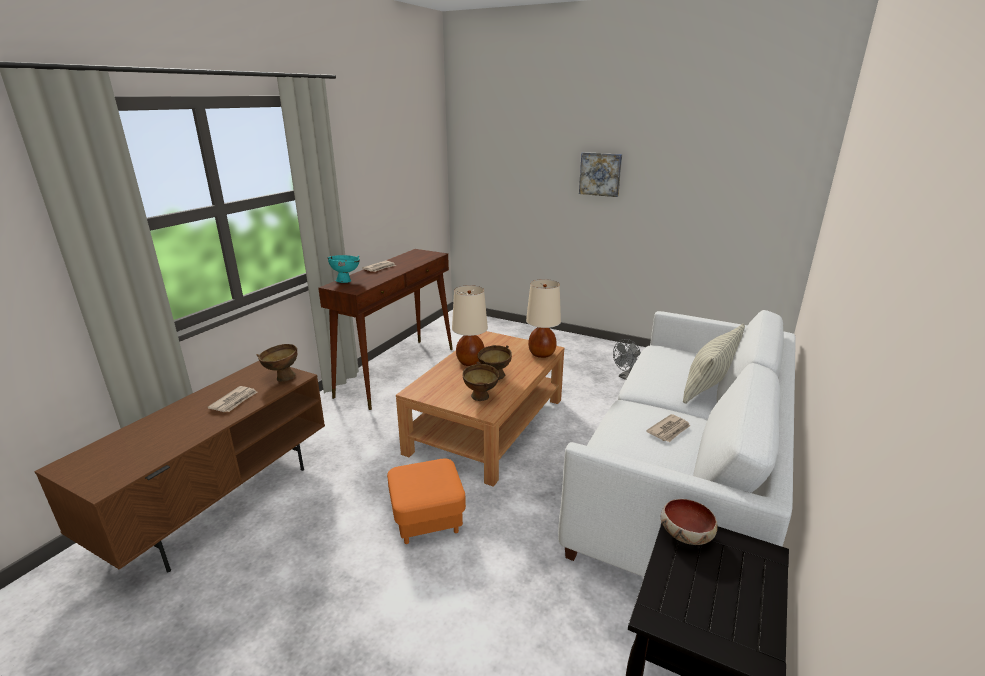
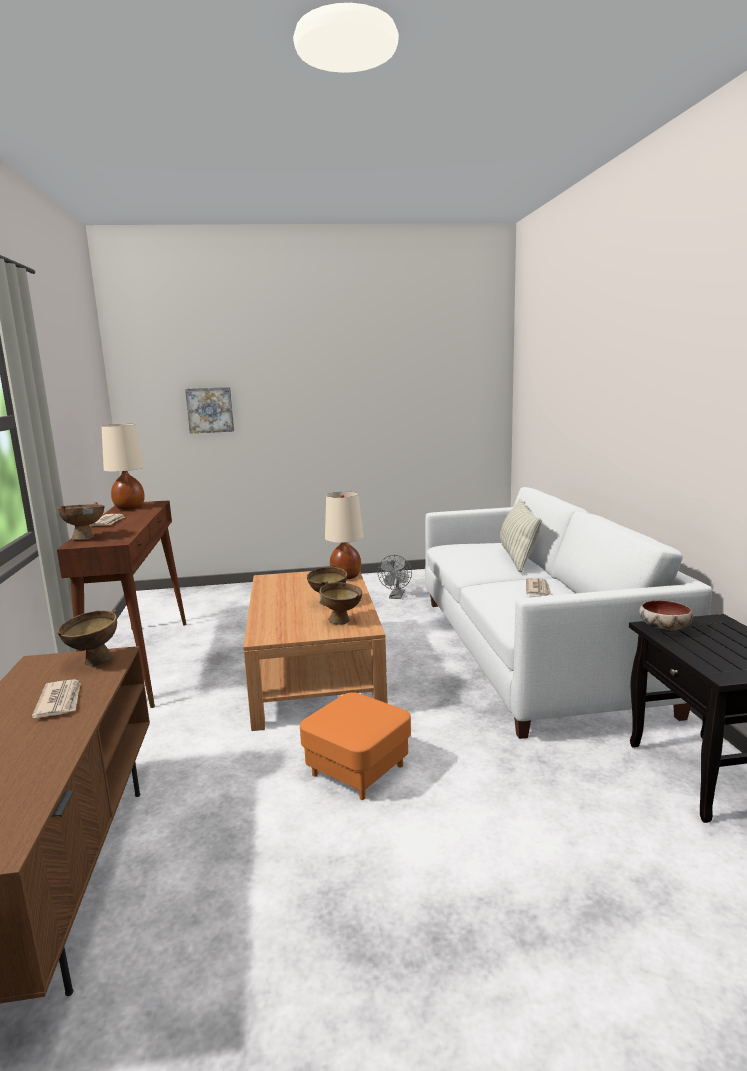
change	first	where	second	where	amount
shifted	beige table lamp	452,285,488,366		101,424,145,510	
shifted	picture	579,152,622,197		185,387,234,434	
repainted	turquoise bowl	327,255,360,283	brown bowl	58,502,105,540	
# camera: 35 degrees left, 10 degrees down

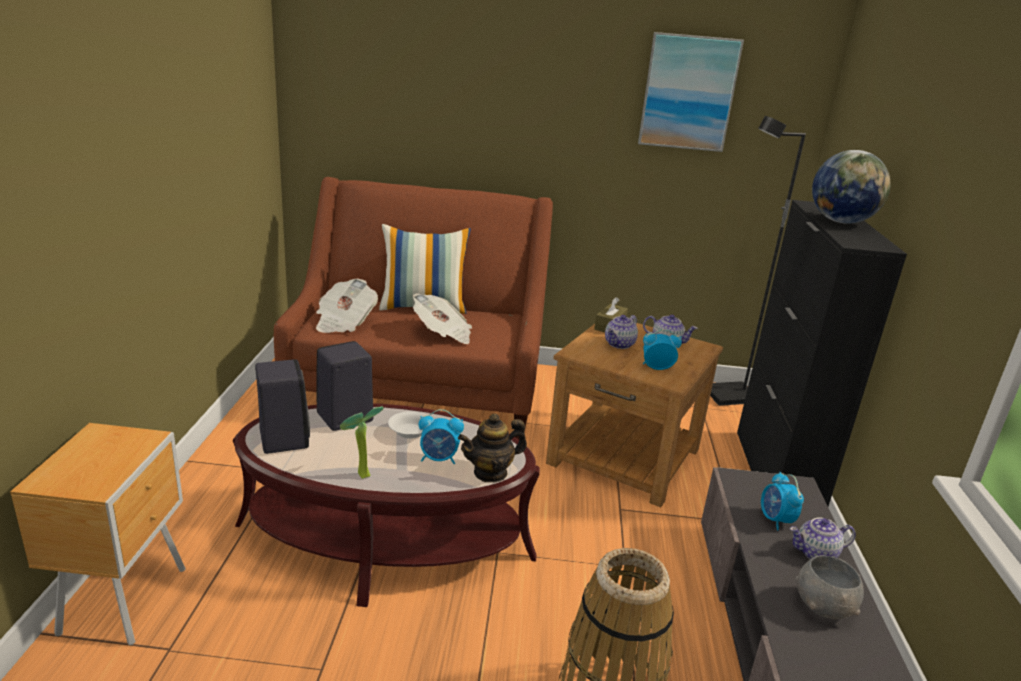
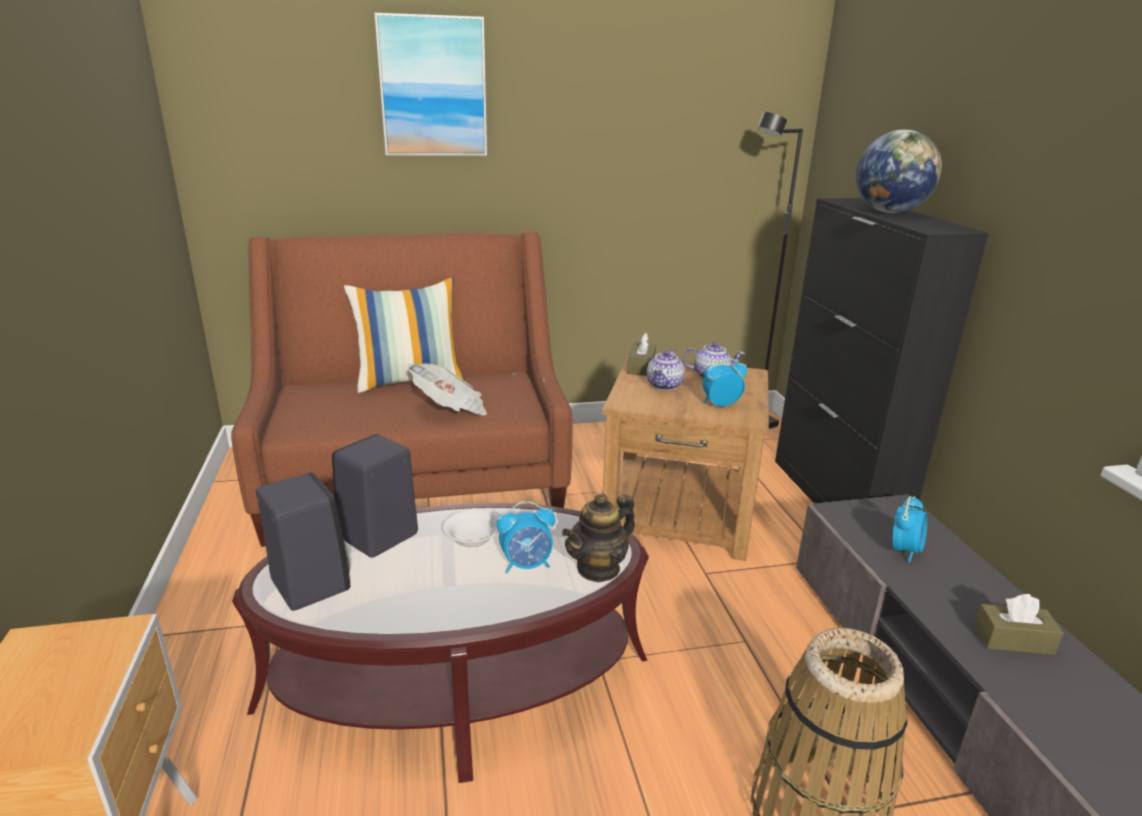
change	first	where	second	where	amount
gone	newspaper	316,279,378,333			
gone	potted plant	340,406,384,479			
gone	teapot	790,518,856,559			
shifted	picture	638,32,744,152		374,13,487,156	
swapped	grey bowl	795,555,864,620	brown tissue box	974,594,1063,655	
rotated	alarm clock	761,472,804,531		893,496,927,563	120 degrees counterclockwise
# camera: 15 degrees left, 0 degrees up

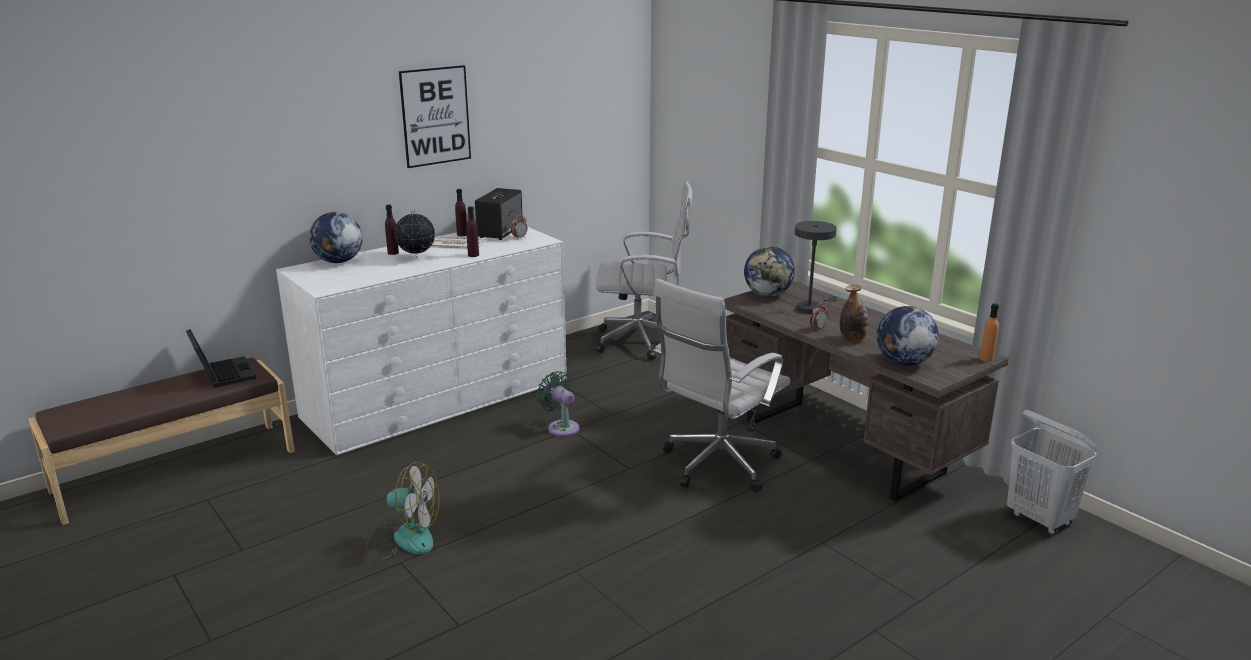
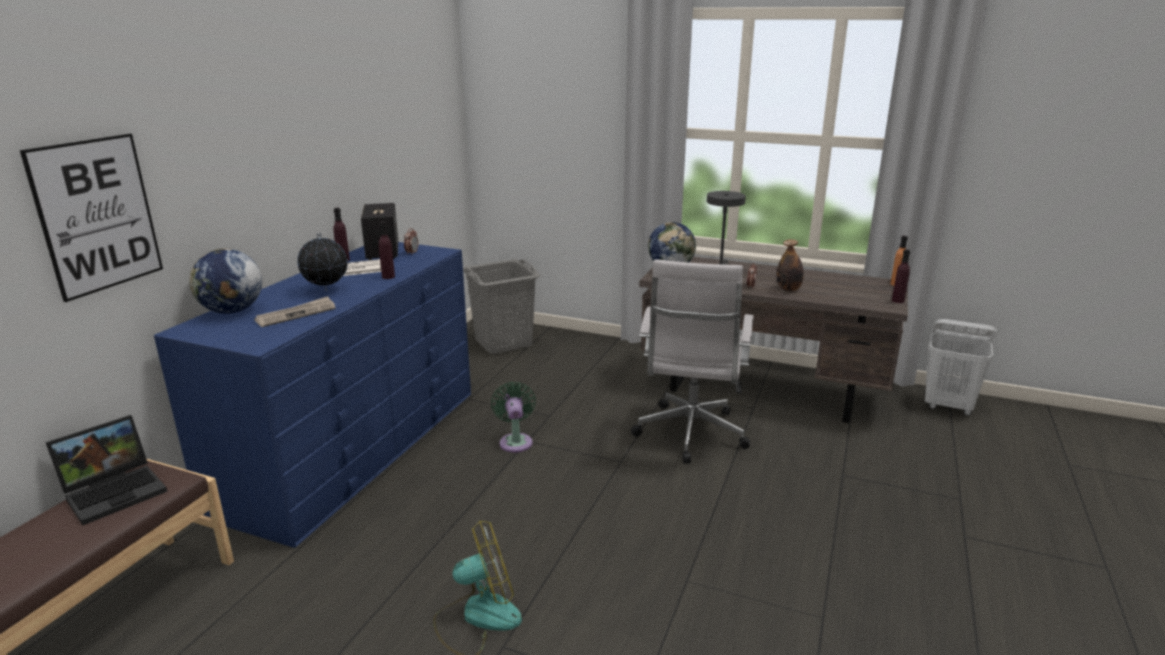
change	first	where	second	where	amount
gone	globe	876,306,939,366			
new			newspaper	254,296,336,327	
shifted	purple bottle	385,204,399,255		892,249,910,303	
shifted	picture	399,65,471,168		20,134,163,302	
swapped	white office chair	596,181,692,360	grey laundry basket	463,259,541,354	
repainted	white dresser	276,227,567,455	blue dresser	154,242,471,548	
rotated	laptop	186,329,256,388		45,415,168,525	105 degrees clockwise
rotated	green fan	536,371,579,437		491,382,536,453	60 degrees clockwise
# camera: 30 degrees left, 0 degrees up

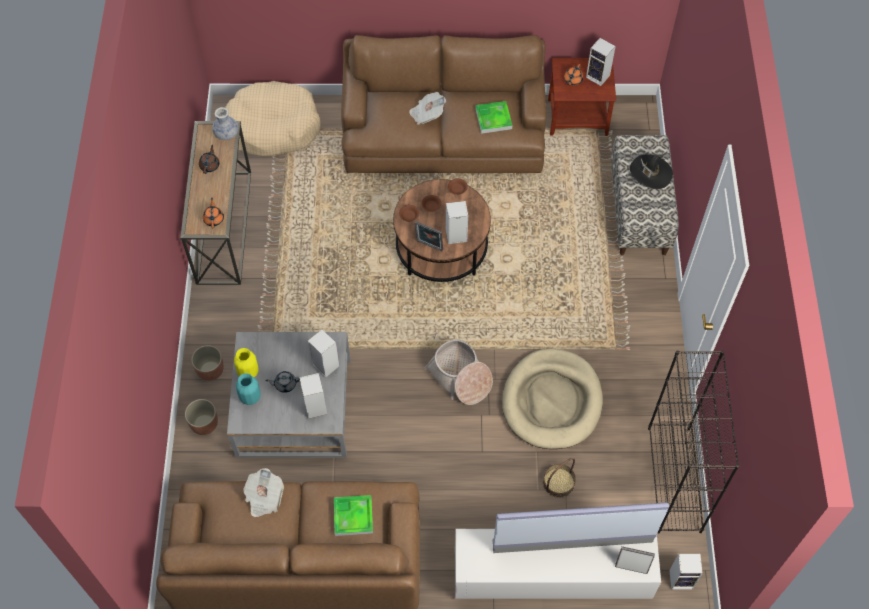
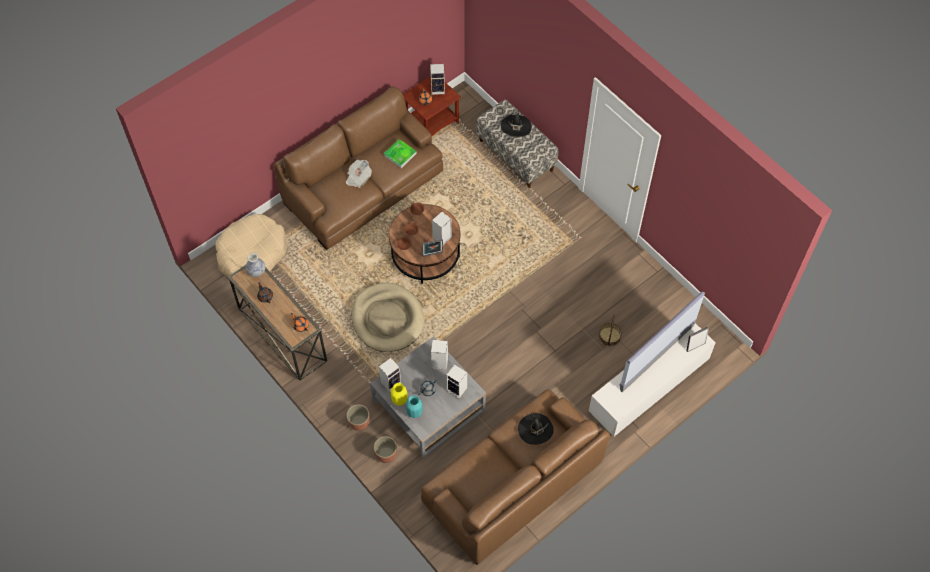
change	first	where	second	where	amount
gone	newspaper	243,468,284,517			
gone	basket	424,340,493,405			
gone	black bookcase	648,350,739,533			
shifted	beige dog bed	502,349,603,449		352,283,425,352	
shifted	speaker	669,554,703,590		379,358,401,392	
swapped	tray	334,495,373,536	black hat	518,413,554,445	
# camera: 40 degrees left, 0 degrees up

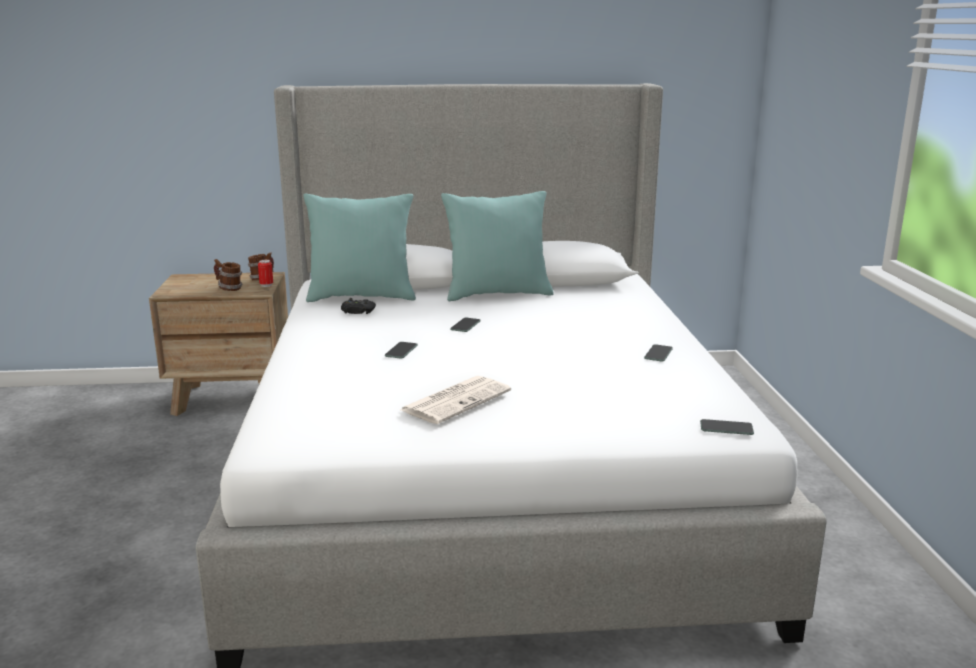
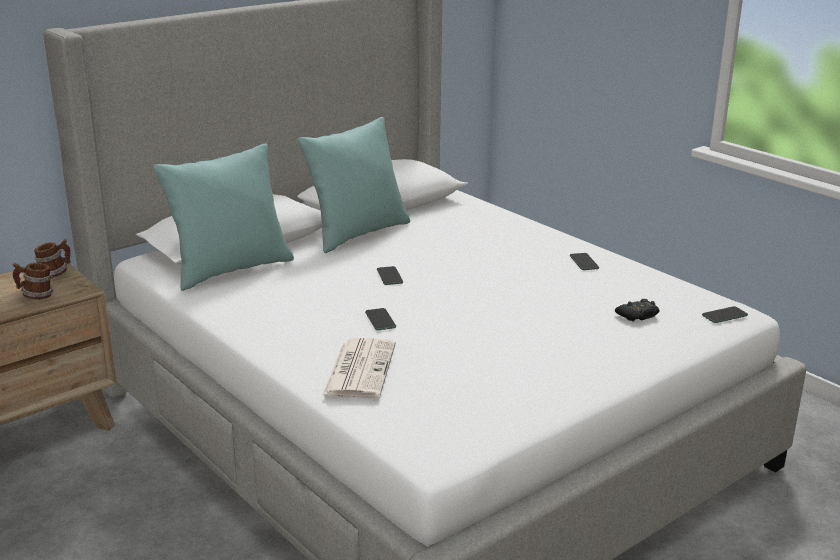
change	first	where	second	where	amount
gone	can	258,260,273,287			
shifted	black game controller	341,298,376,314		615,299,660,321	
shifted	newspaper	400,376,511,424		323,338,396,398	
# camera: 35 degrees left, 5 degrees up

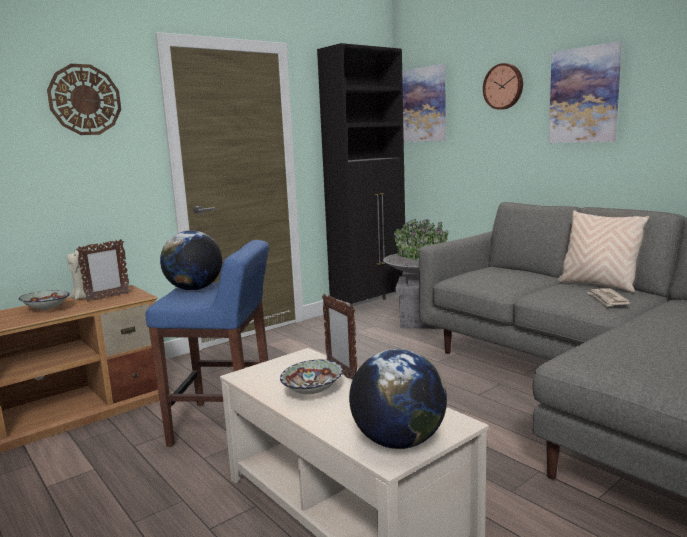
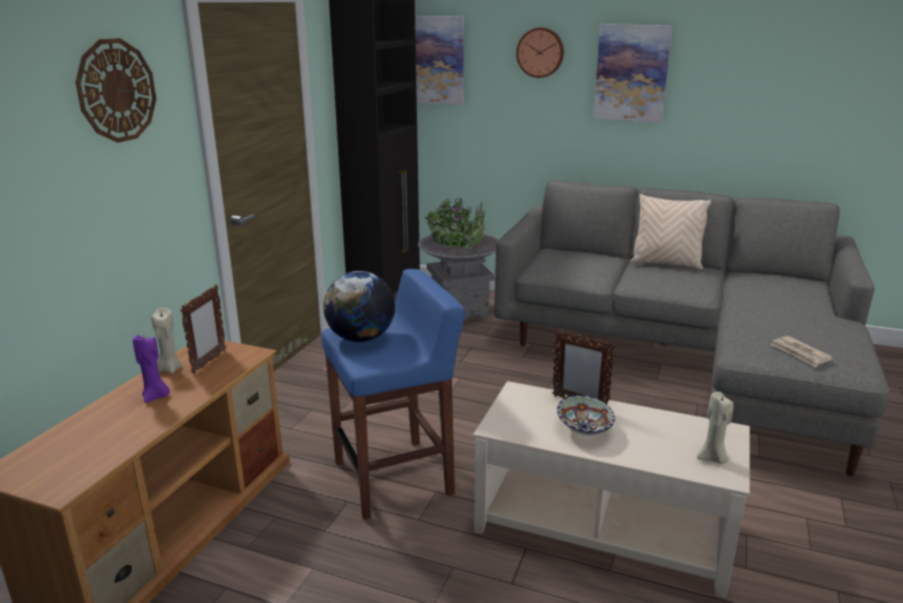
change	first	where	second	where	amount
shifted	newspaper	587,288,631,307		771,336,833,367	
swapped	bowl	19,291,70,310	purple candle	133,334,170,403	
swapped	globe	349,349,447,449	beige candle	697,392,733,464	
# camera: 30 degrees left, 10 degrees up

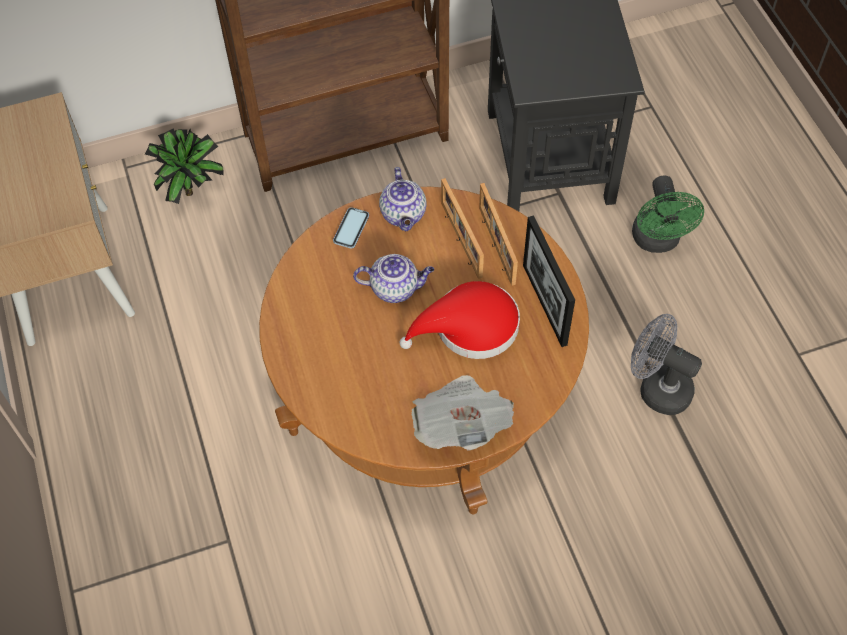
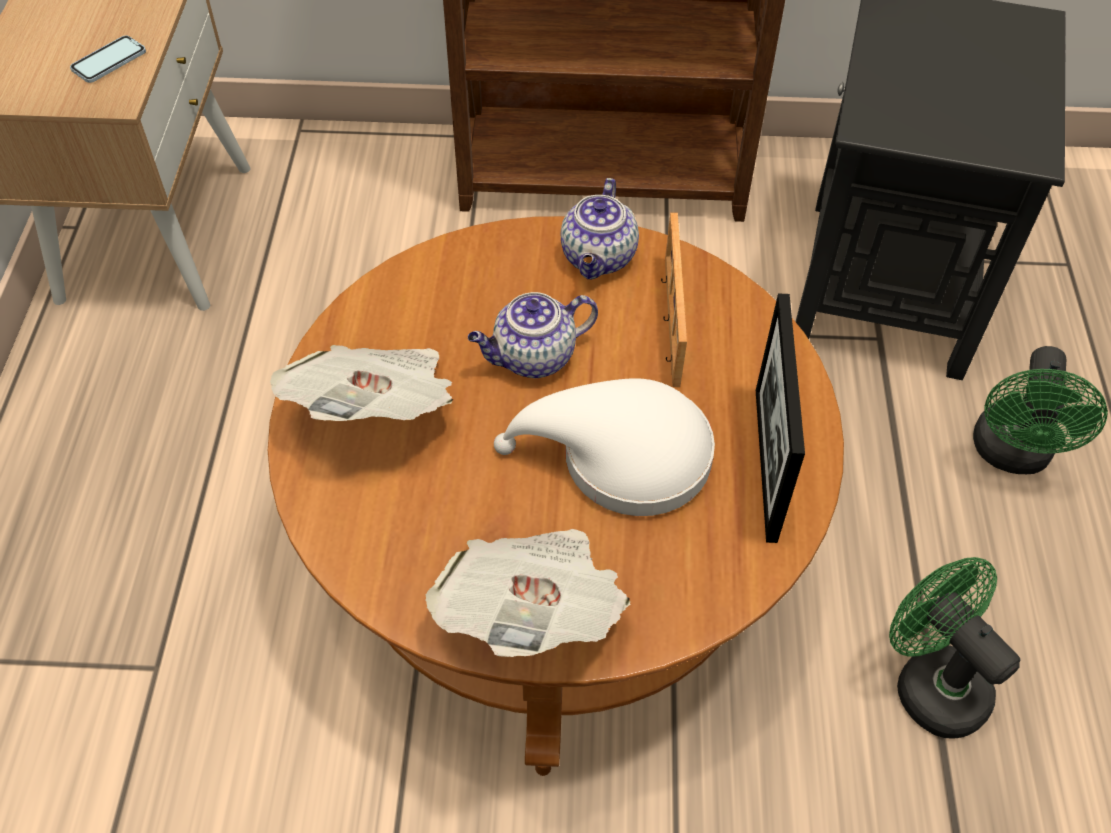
change	first	where	second	where	amount
gone	potted plant	145,129,224,204			
gone	picture frame	479,183,518,286			
new			newspaper	270,345,453,421	
shifted	phone	333,207,369,249		70,36,146,83	
repainted	red hat	400,281,520,359	white hat	494,378,715,516	
repainted	grey fan	631,314,702,415	green fan	889,557,1020,739	
rotated	teapot	353,254,434,303		468,292,598,378	135 degrees clockwise
# camera: 20 degrees right, 5 degrees down

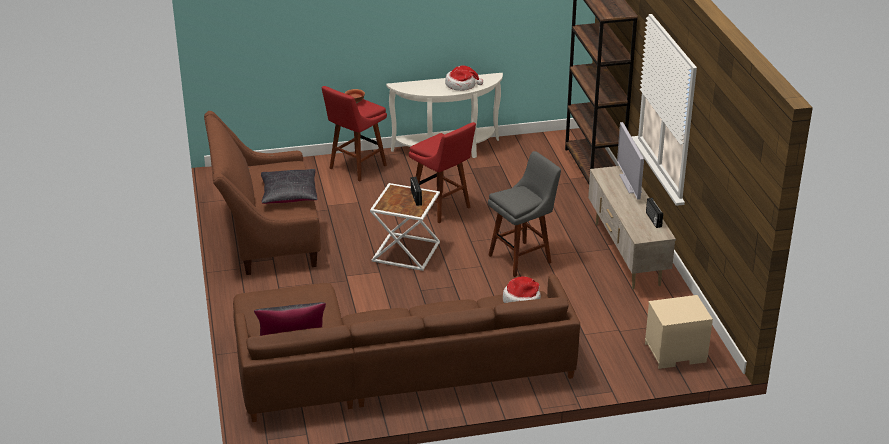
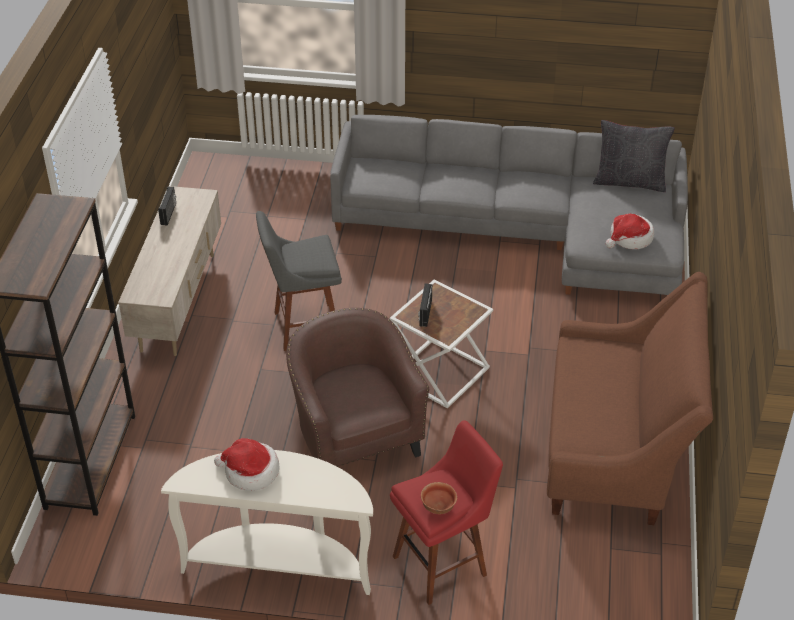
change	first	where	second	where	amount
gone	black pillow	261,169,318,204			
gone	television	617,122,644,200			
gone	beige nightstand	645,295,713,369			
shifted	hat	503,276,541,303		606,214,654,249	
swapped	red stool	409,122,476,223	brown armchair	286,308,429,467	
repainted	brown sofa	233,274,580,422	grey sofa	330,115,688,295	
# camera: 160 degrees left, 10 degrees up

